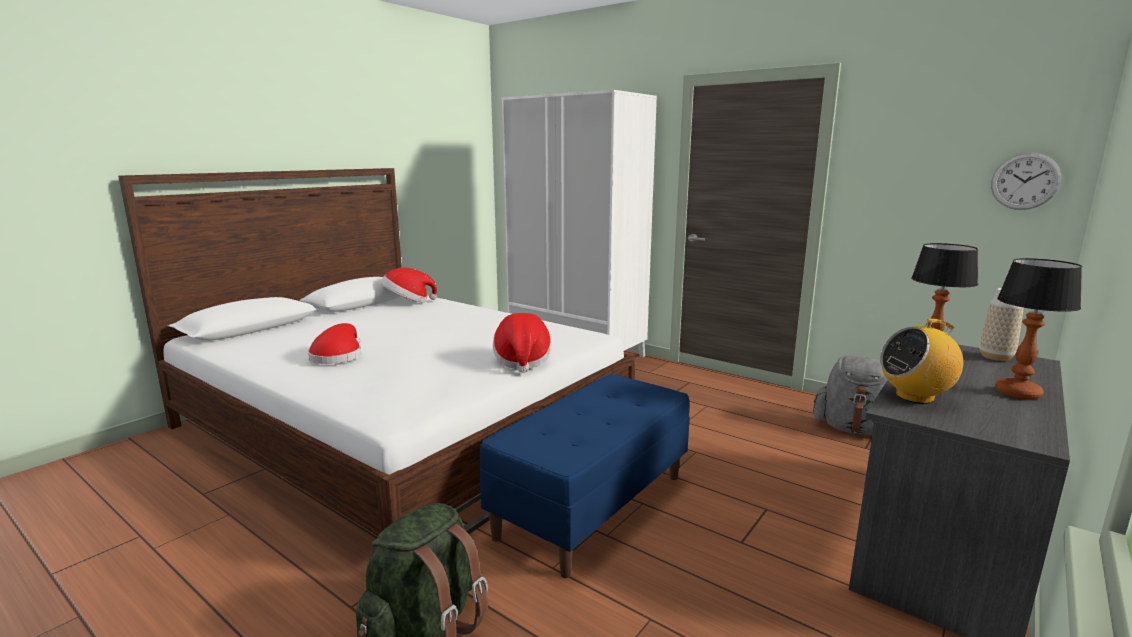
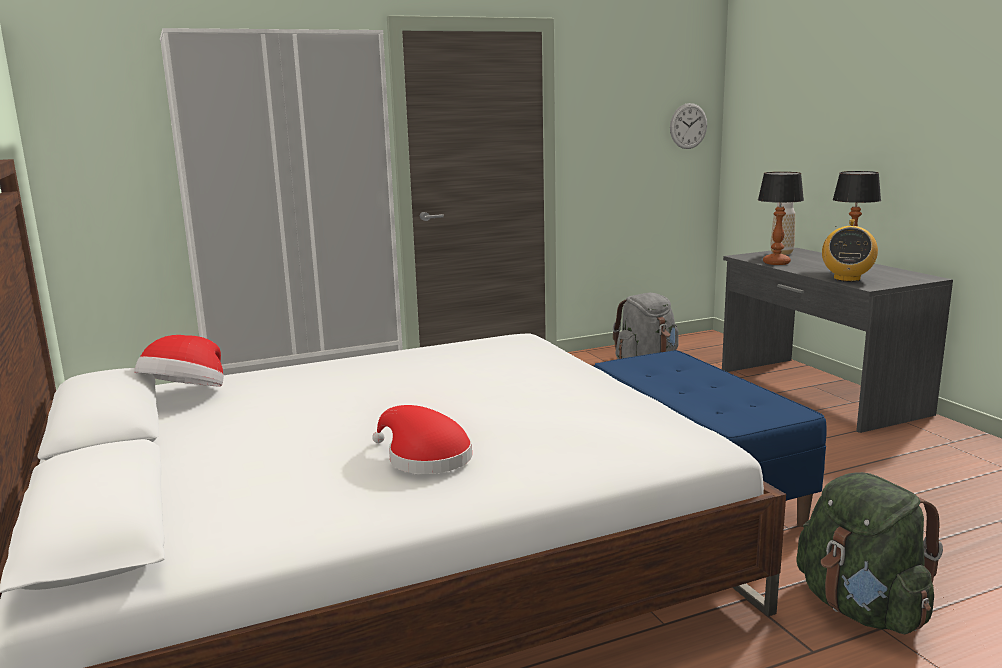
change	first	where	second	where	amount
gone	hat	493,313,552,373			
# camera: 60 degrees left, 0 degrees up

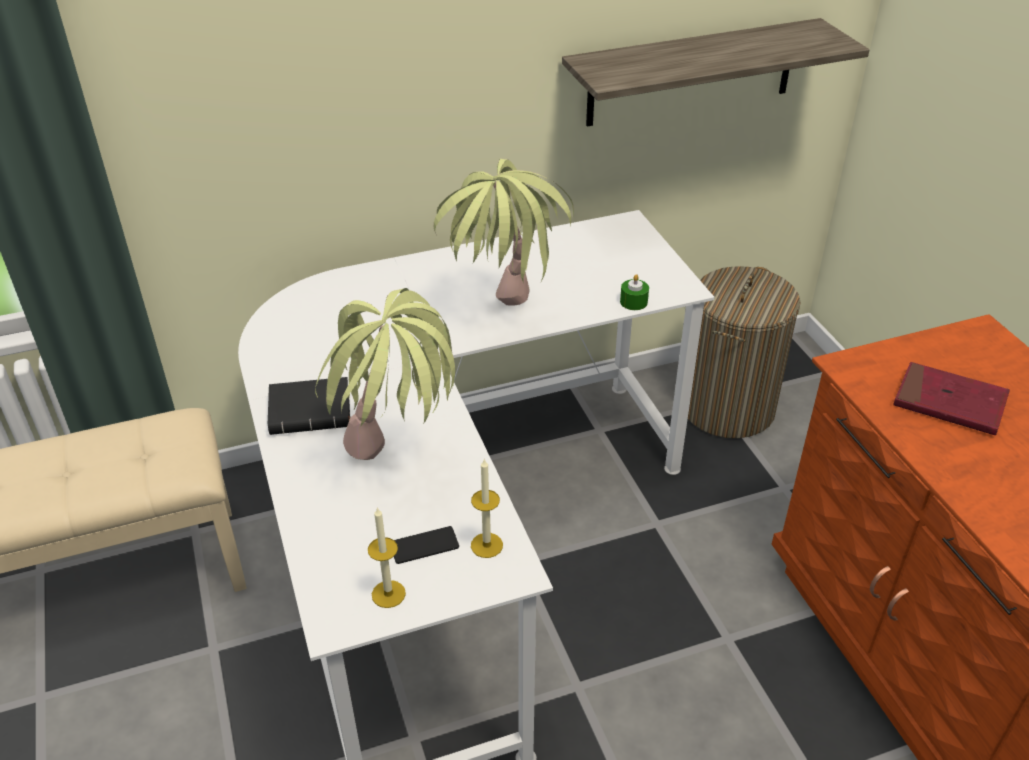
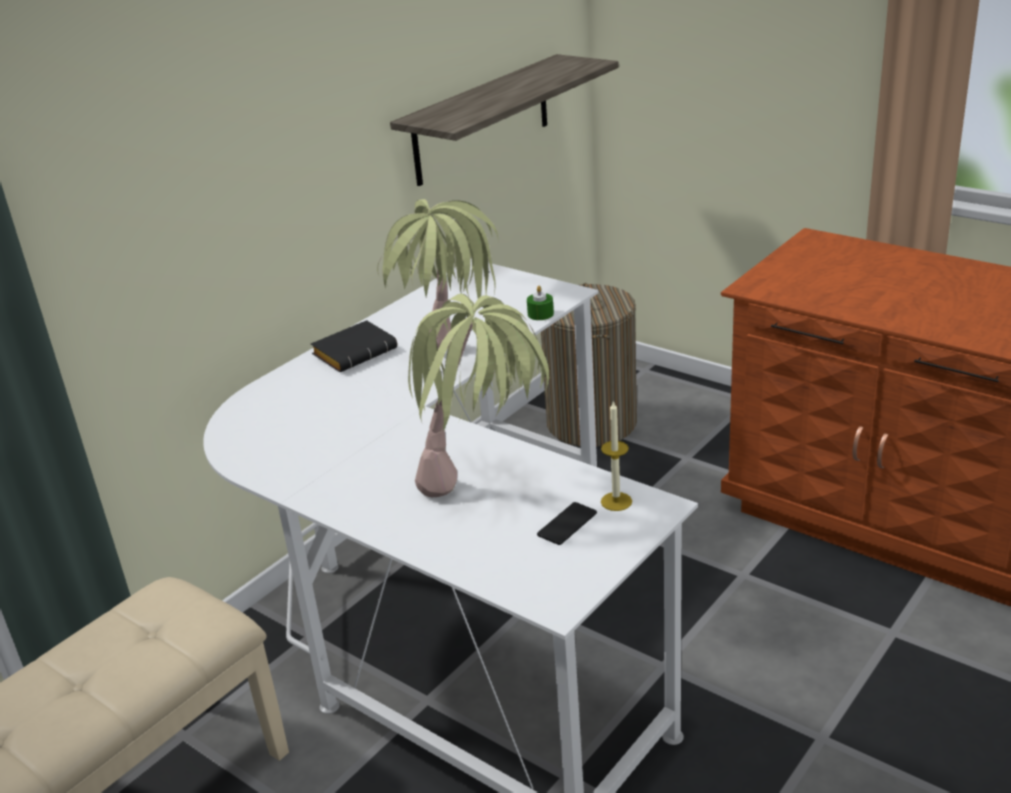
change	first	where	second	where	amount
gone	candle	368,507,406,608			
gone	red book	893,362,1010,435			
shifted	black book	268,377,350,435		311,320,397,372	
# camera: 30 degrees left, 10 degrees down

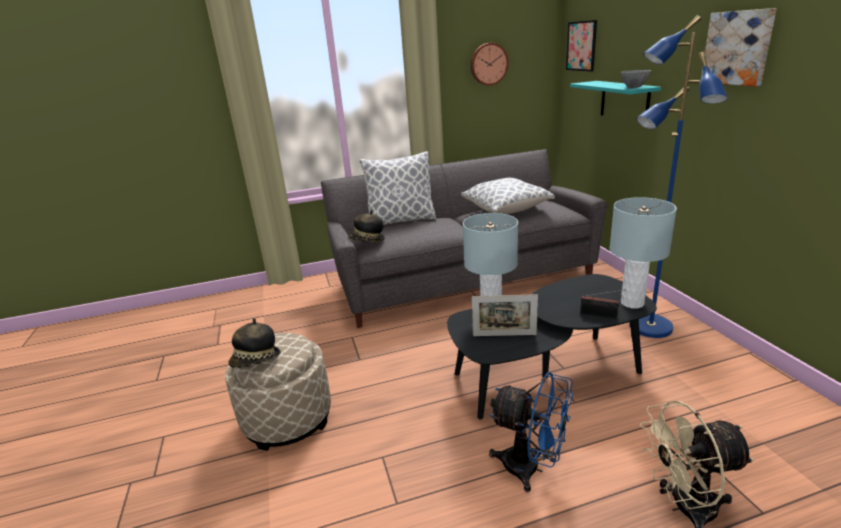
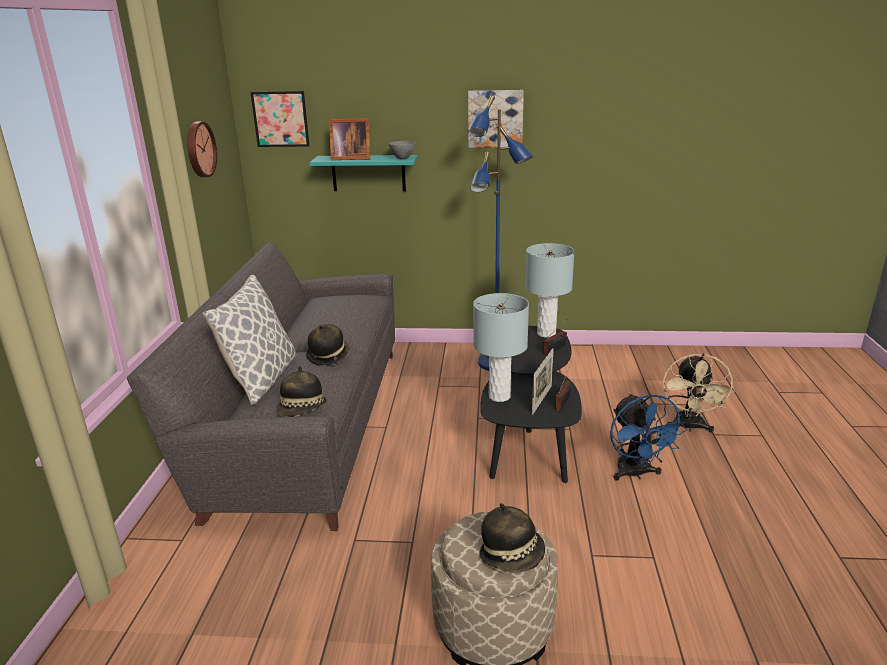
change	first	where	second	where	amount
gone	pillow	461,178,555,214			
new			hat	306,324,350,366	
new			picture frame	329,118,370,160	
new			radio	555,367,572,412	
rotated	blue fan	489,372,573,492		610,394,687,481	120 degrees clockwise
# camera: 70 degrees left, 0 degrees up

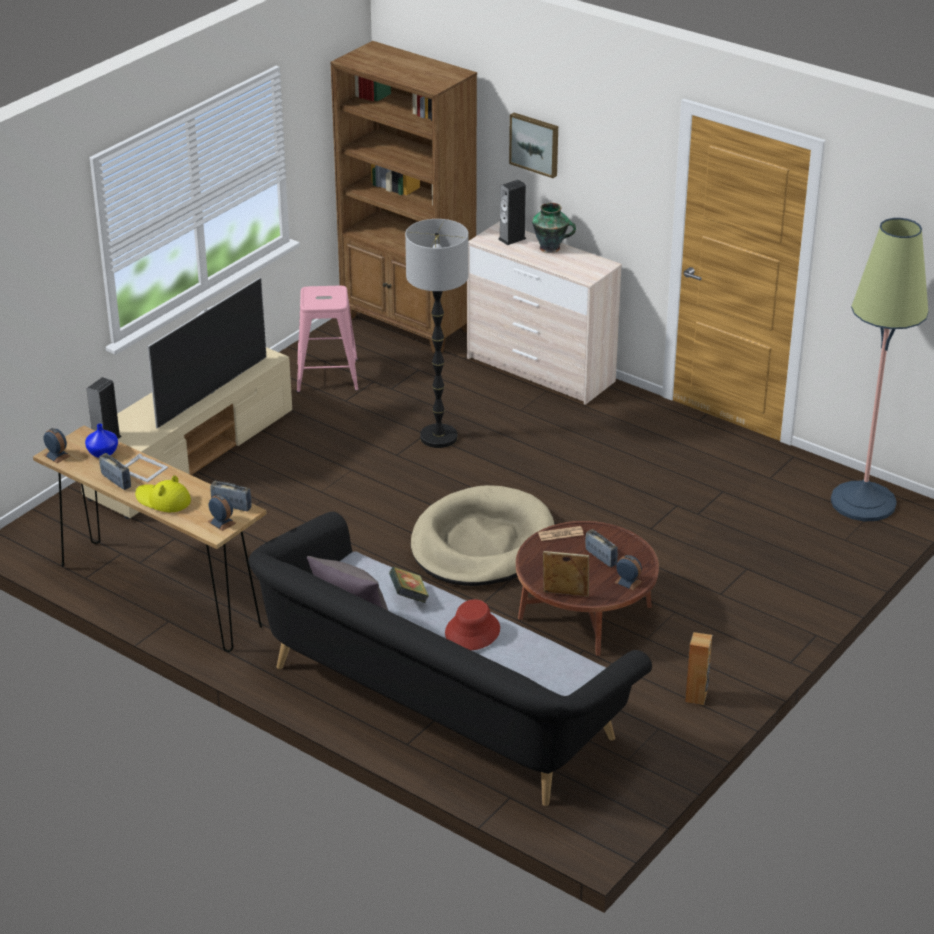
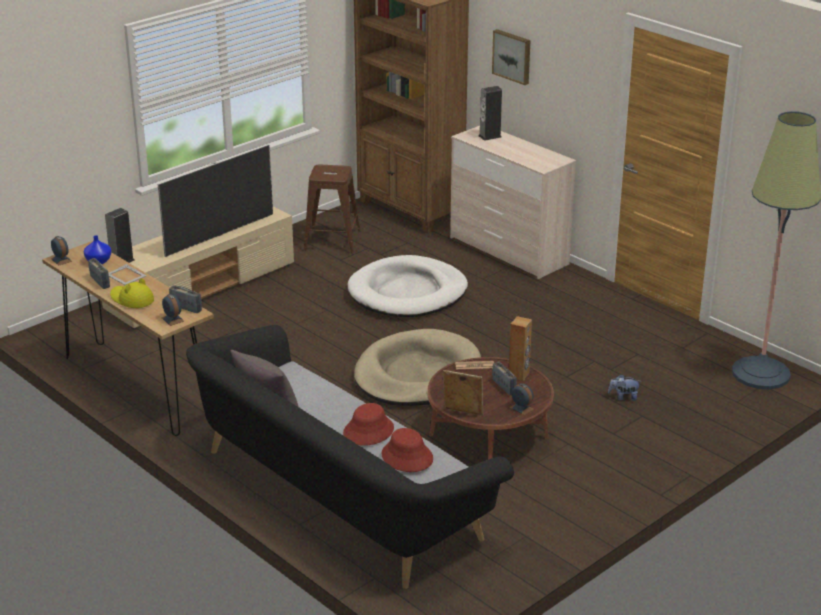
change	first	where	second	where	amount
gone	book	389,567,429,603			
gone	vase	532,203,576,253			
new			red hat	381,428,433,472	
new			plush toy	608,374,641,401	
shifted	brown speaker	685,632,712,705		509,316,532,381	
swapped	floor lamp	405,219,469,448	white dog bed	348,255,468,317	
repainted	pink stool	297,286,358,392	brown stool	304,165,361,253	
# camera: 10 degrees right, 5 degrees down

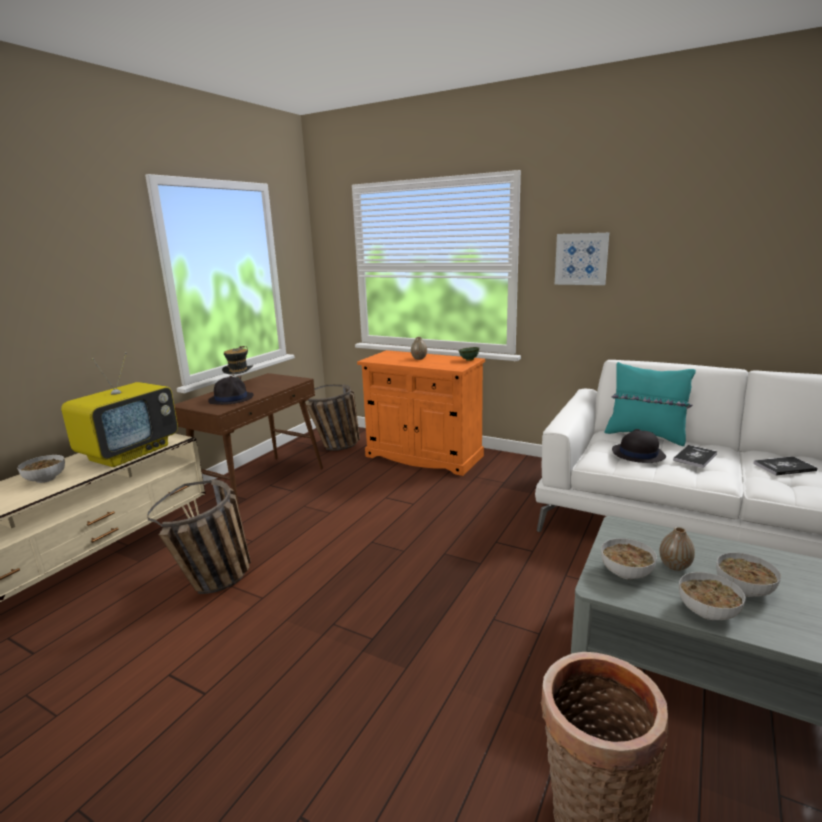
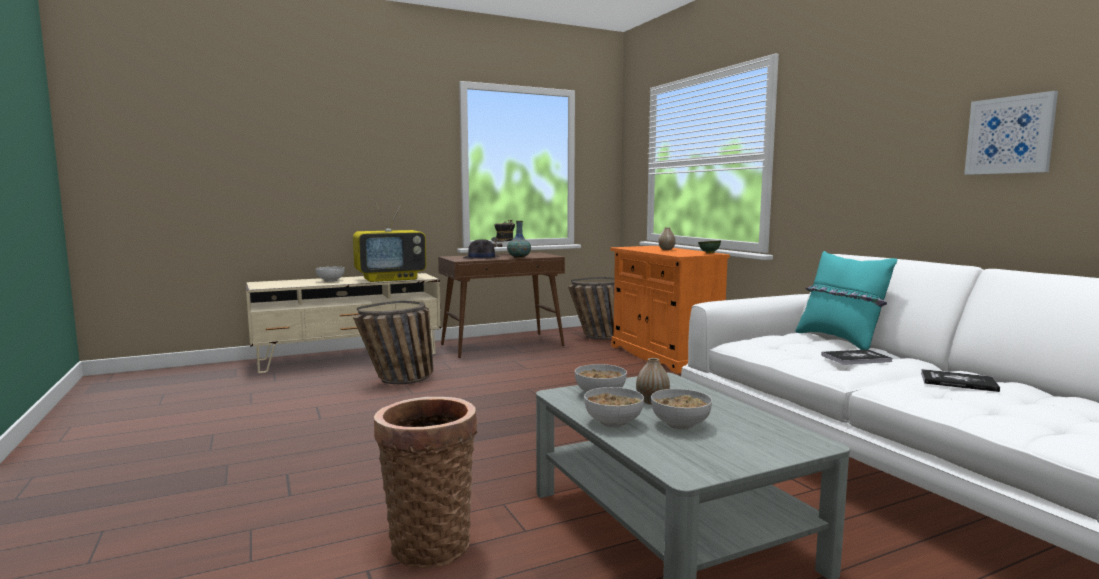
change	first	where	second	where	amount
gone	black hat	612,429,666,463			
new			vase	507,221,531,258	
shifted	picture	555,233,609,285		964,91,1058,175	
# camera: 35 degrees right, 10 degrees down

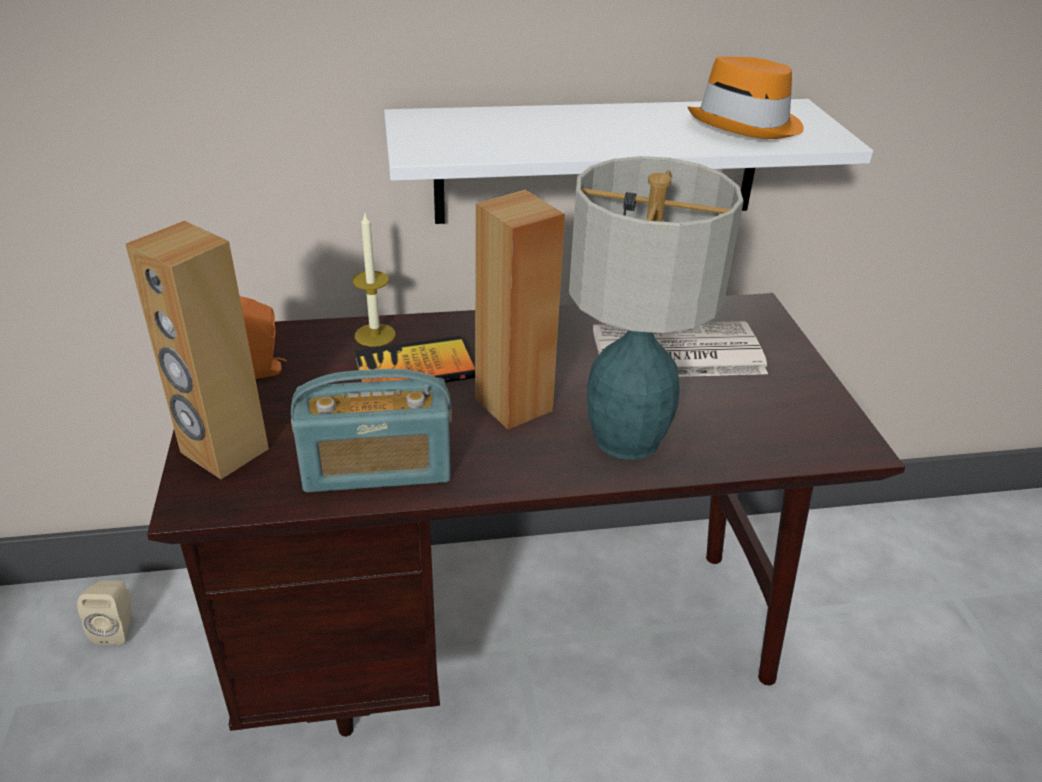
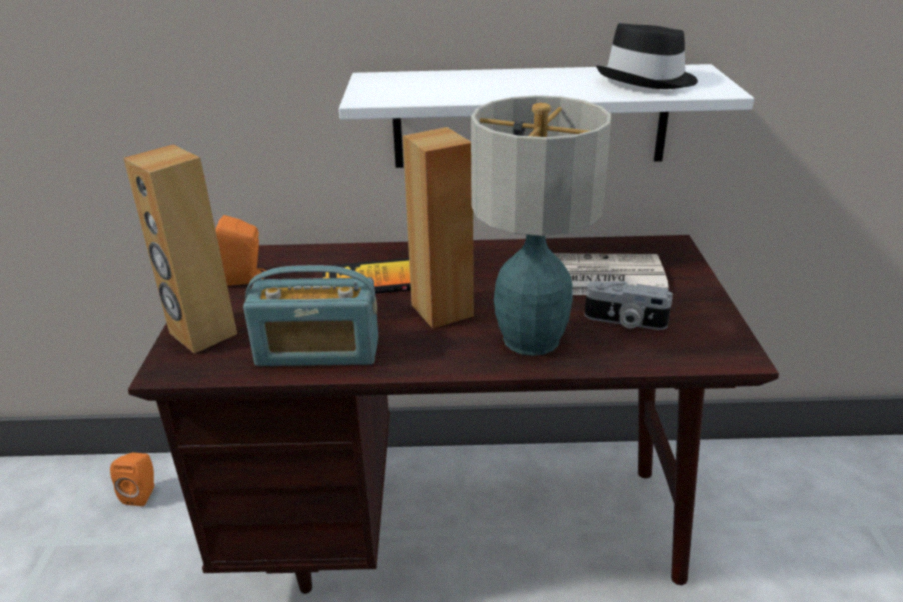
change	first	where	second	where	amount
gone	candle	352,213,396,347			
new			photo camera	584,281,673,330	
repainted	beige speaker	77,580,131,645	orange speaker	110,453,154,506	
repainted	orange hat	687,56,804,139	black hat	596,23,698,89	
# camera: 10 degrees right, 5 degrees down

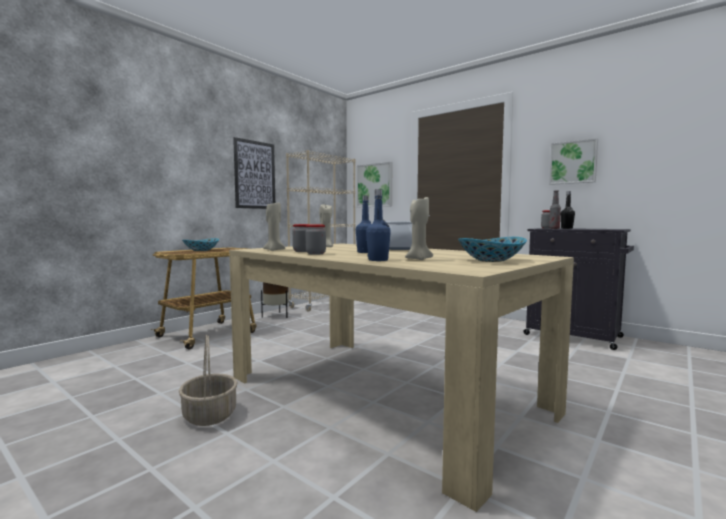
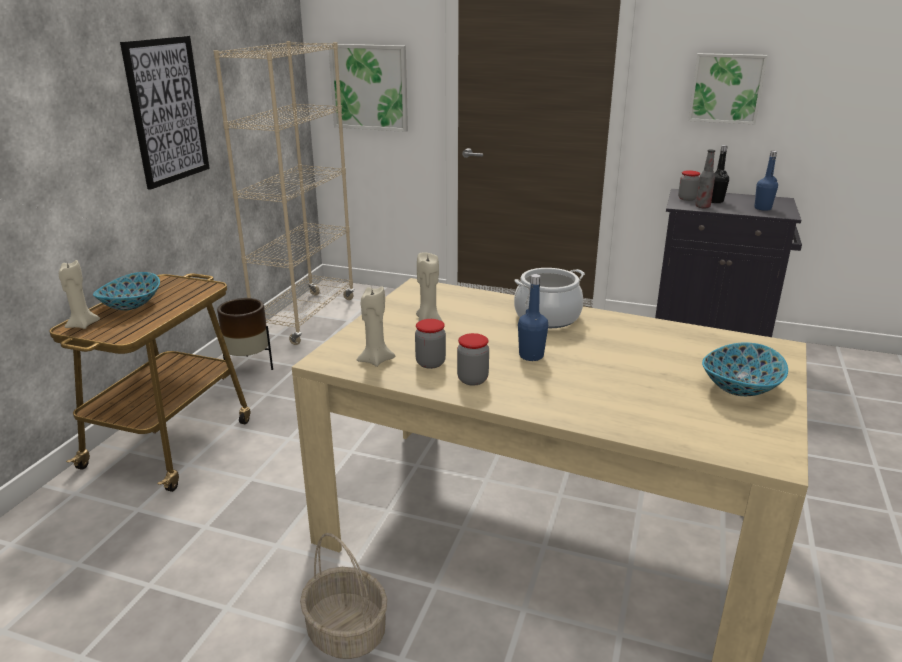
change	first	where	second	where	amount
shifted	blue bottle	366,189,391,261		754,151,778,211	
shifted	beige candle	405,197,433,260		59,260,100,329	
# camera: 20 degrees left, 20 degrees up

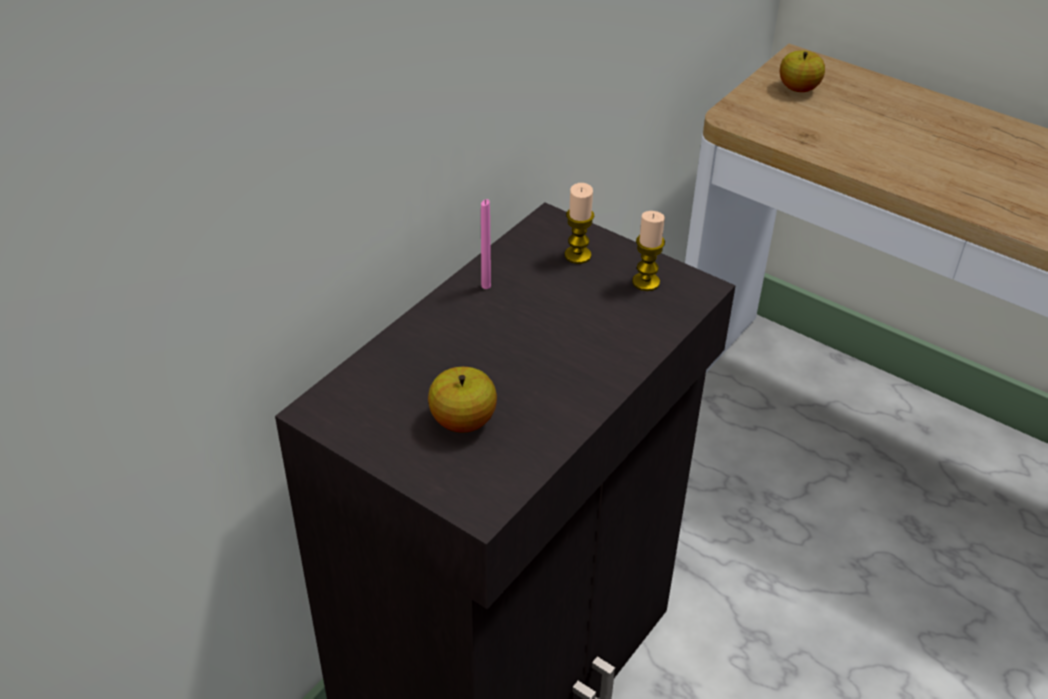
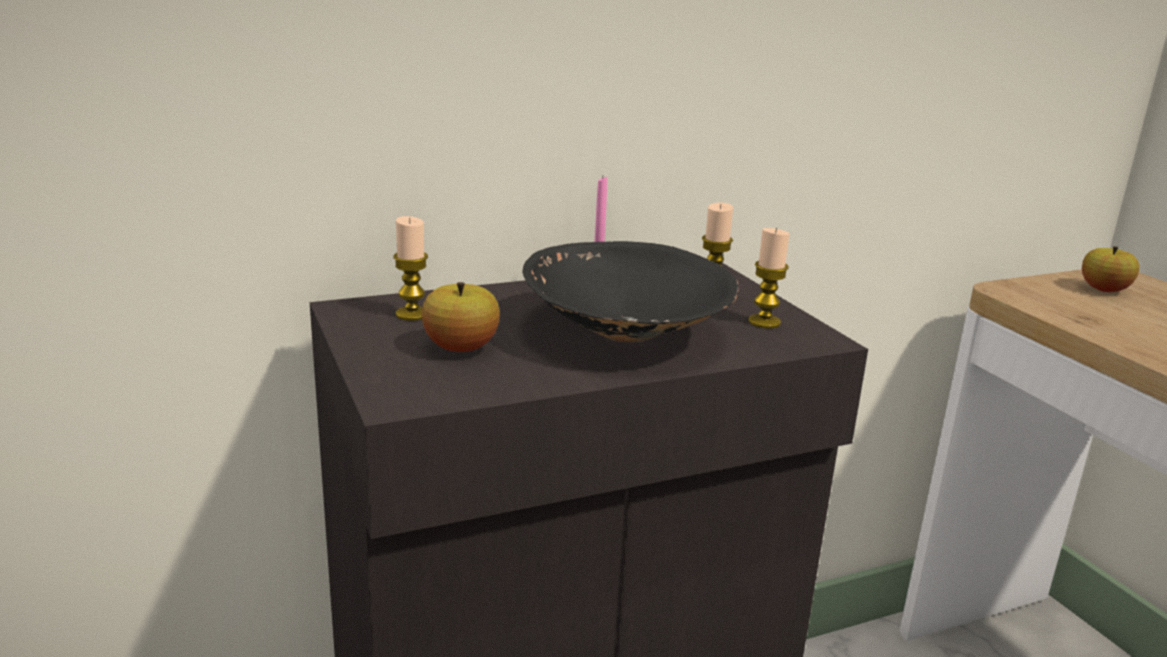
change	first	where	second	where	amount
new			candle	393,216,428,321	
new			black bowl	523,241,739,342	
# camera: 30 degrees right, 20 degrees down

